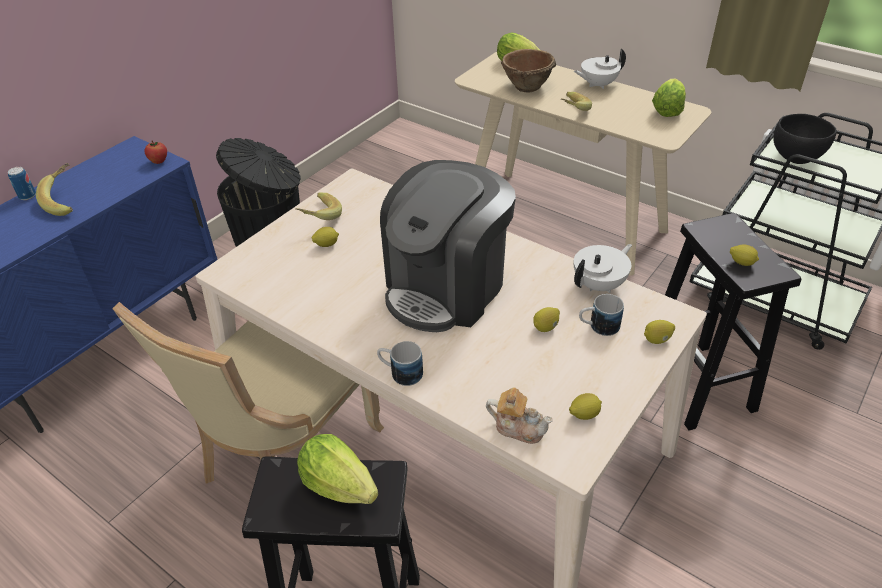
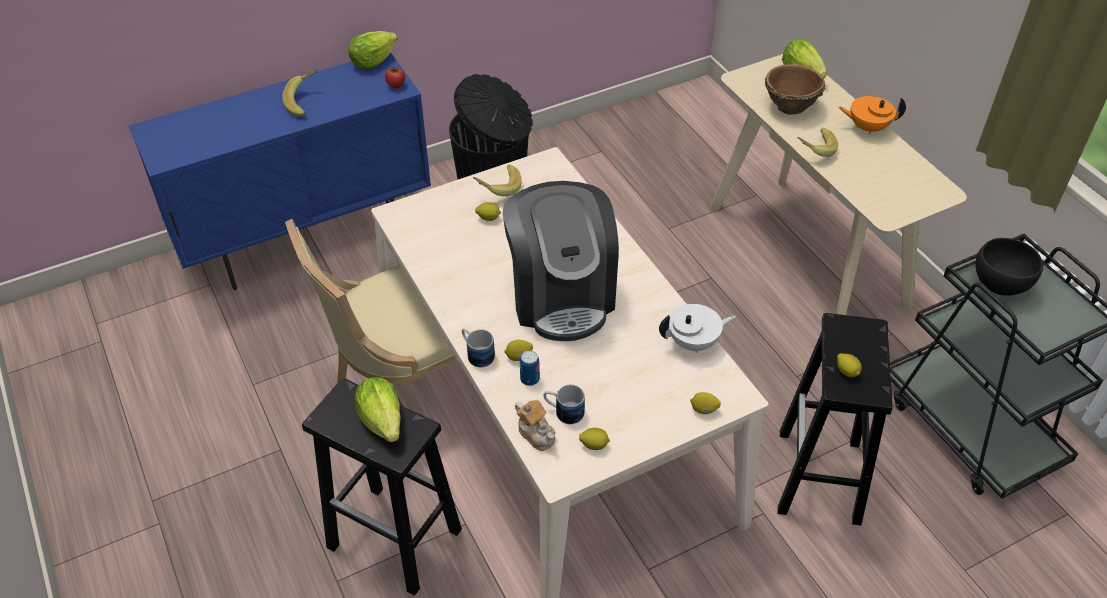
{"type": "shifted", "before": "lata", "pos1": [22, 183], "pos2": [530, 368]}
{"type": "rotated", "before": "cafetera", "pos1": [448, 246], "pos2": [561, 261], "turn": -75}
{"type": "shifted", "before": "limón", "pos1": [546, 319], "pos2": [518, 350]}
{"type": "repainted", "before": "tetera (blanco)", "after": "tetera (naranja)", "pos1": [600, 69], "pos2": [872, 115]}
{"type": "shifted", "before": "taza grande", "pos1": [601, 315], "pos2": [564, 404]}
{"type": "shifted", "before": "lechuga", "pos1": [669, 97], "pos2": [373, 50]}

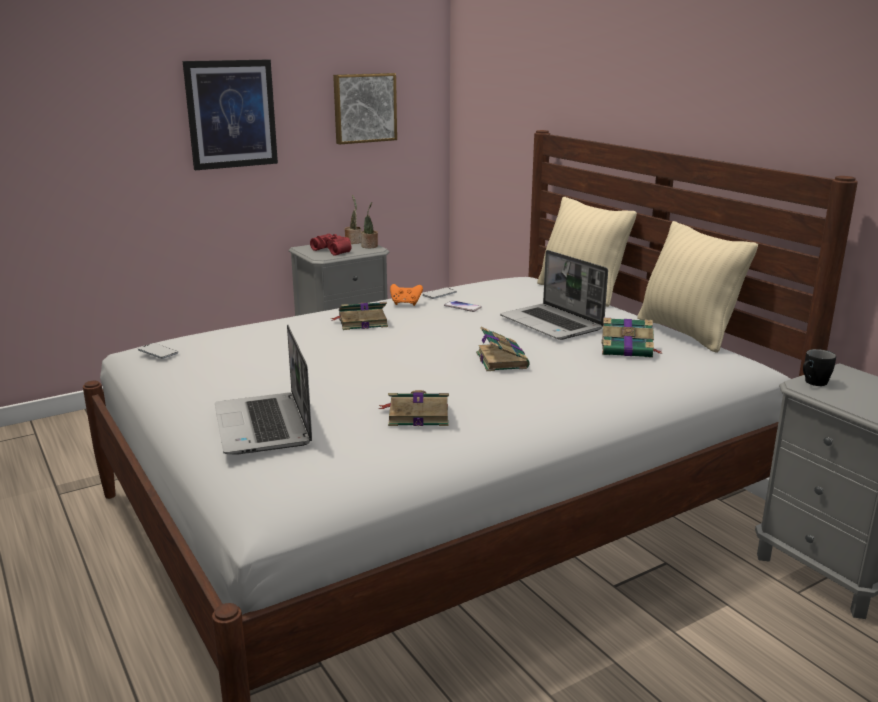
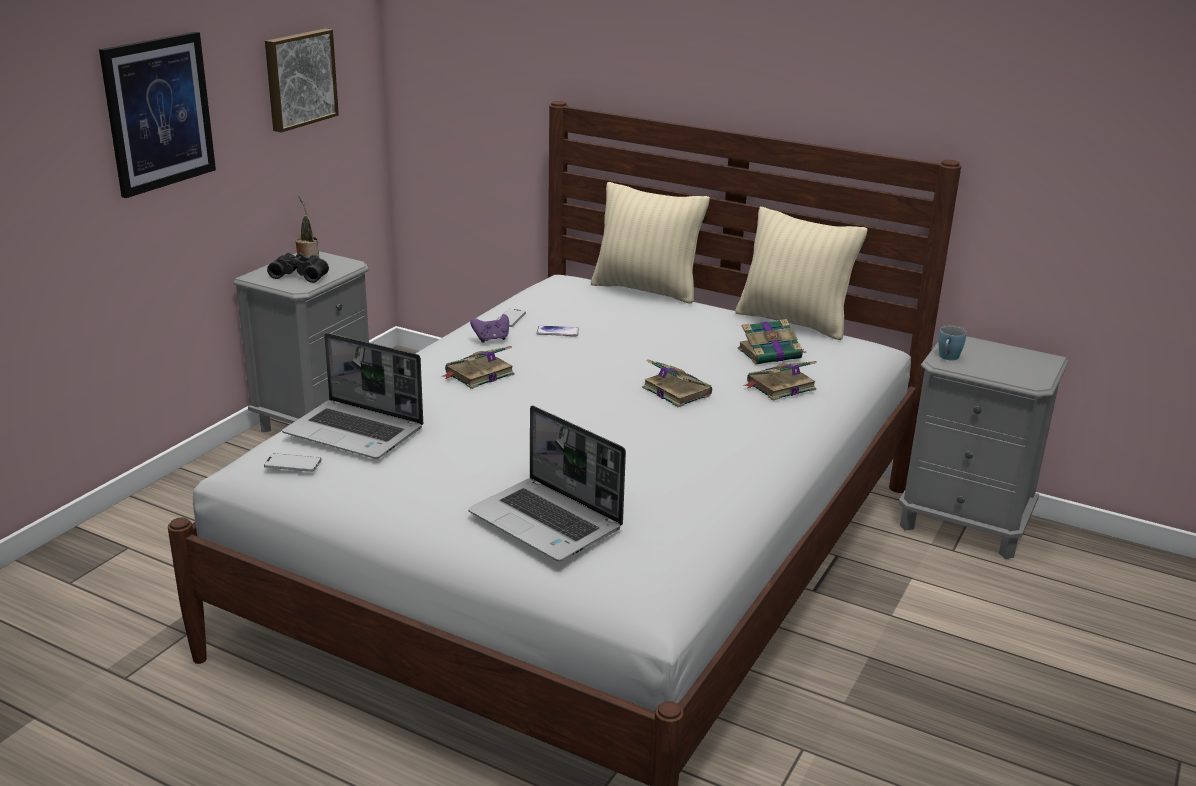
{"type": "repainted", "before": "prismáticos (rojo)", "after": "prismáticos (negro)", "pos1": [330, 244], "pos2": [298, 268]}
{"type": "gone", "before": "planta en maceta", "pos1": [369, 225]}
{"type": "shifted", "before": "libro", "pos1": [414, 408], "pos2": [780, 381]}
{"type": "repainted", "before": "mando de consola (naranja)", "after": "mando de consola (morado)", "pos1": [406, 295], "pos2": [489, 328]}
{"type": "shifted", "before": "portátil", "pos1": [554, 295], "pos2": [352, 396]}
{"type": "repainted", "before": "taza grande (negro)", "after": "taza grande (azul)", "pos1": [819, 367], "pos2": [952, 343]}

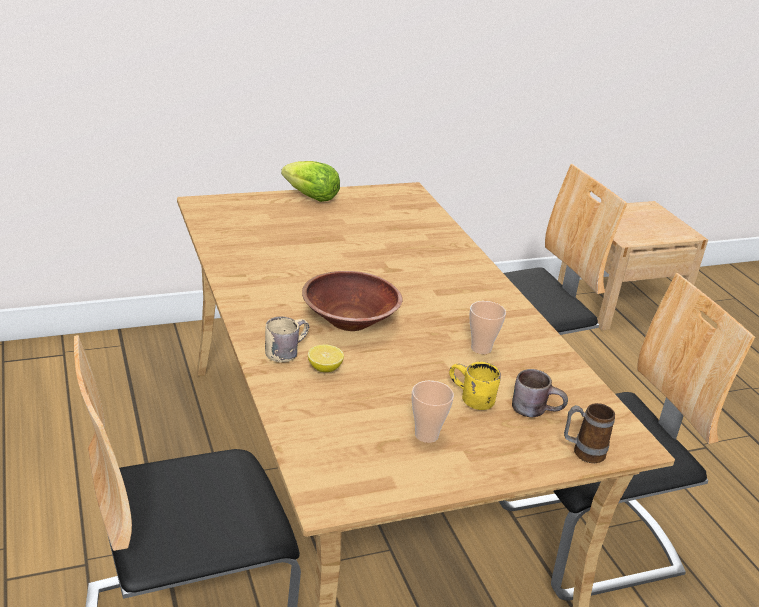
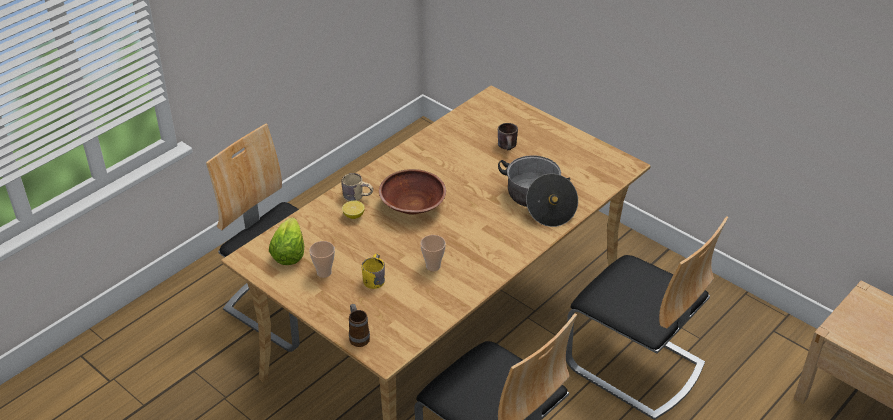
{"type": "shifted", "before": "lechuga", "pos1": [310, 181], "pos2": [286, 241]}
{"type": "shifted", "before": "taza grande (marrón)", "pos1": [540, 393], "pos2": [508, 136]}
{"type": "new", "after": "olla", "pos2": [538, 191]}

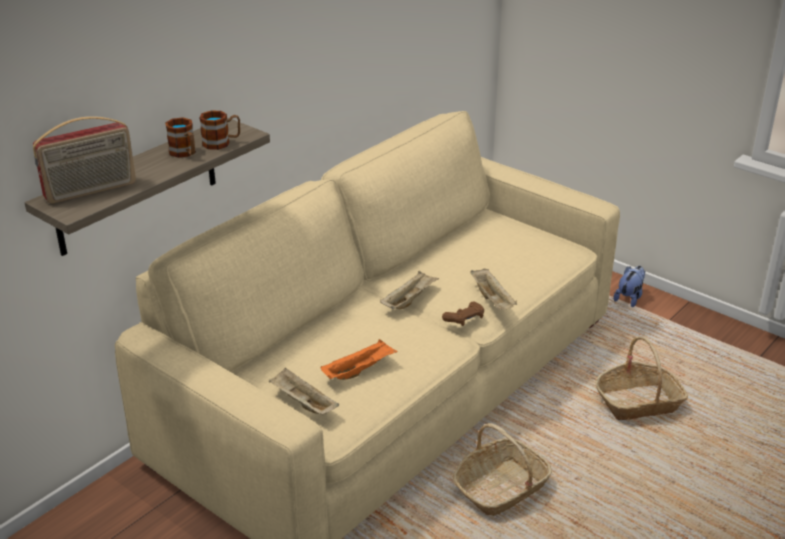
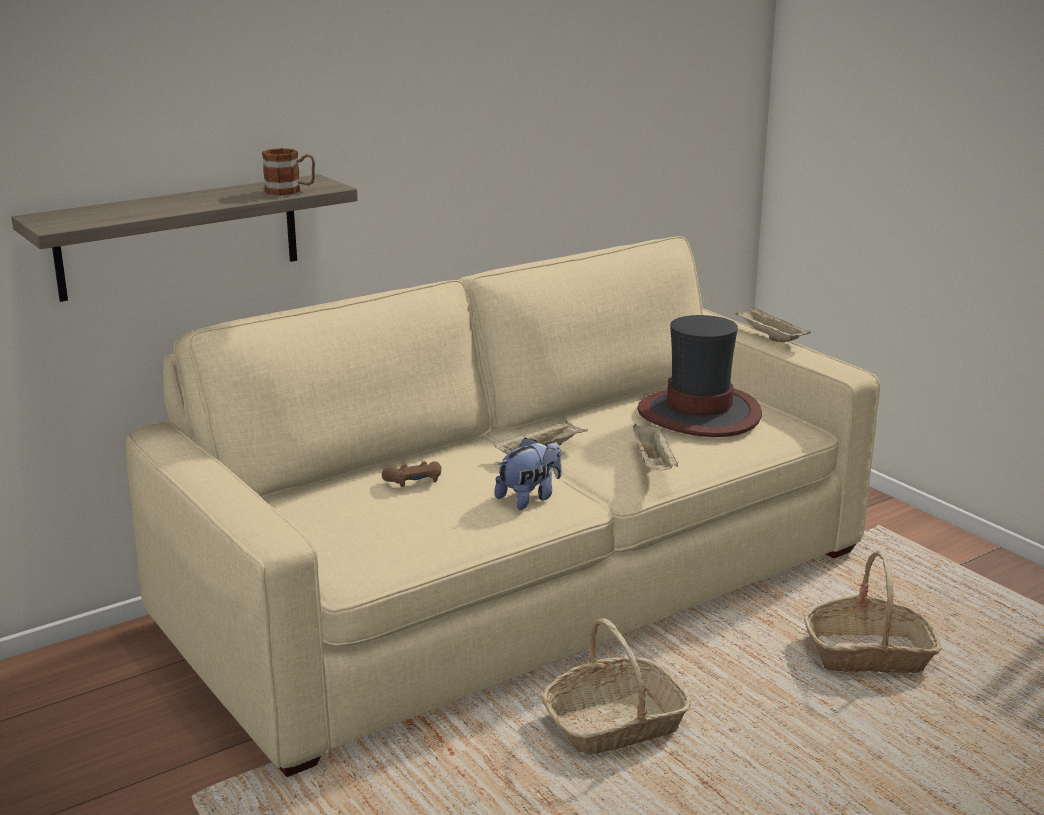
{"type": "gone", "before": "radio", "pos1": [84, 160]}
{"type": "gone", "before": "taza grande", "pos1": [180, 137]}
{"type": "shifted", "before": "bandeja (beis)", "pos1": [304, 390], "pos2": [773, 324]}
{"type": "gone", "before": "bandeja (naranja)", "pos1": [359, 359]}
{"type": "shifted", "before": "mando de consola (marrón)", "pos1": [463, 313], "pos2": [412, 474]}
{"type": "shifted", "before": "peluche", "pos1": [629, 286], "pos2": [528, 474]}
{"type": "new", "after": "sombrero", "pos2": [699, 376]}

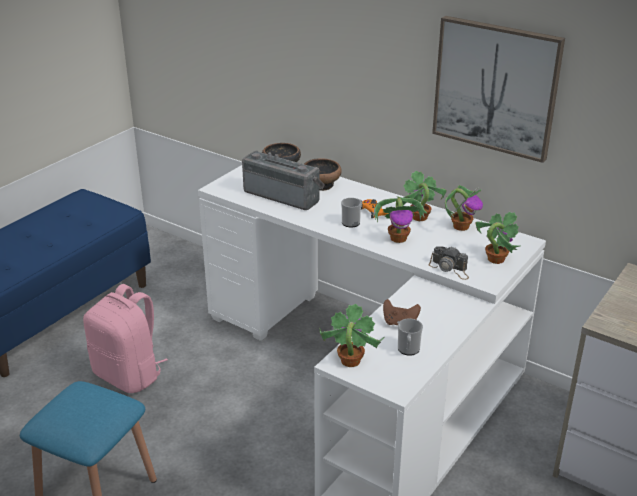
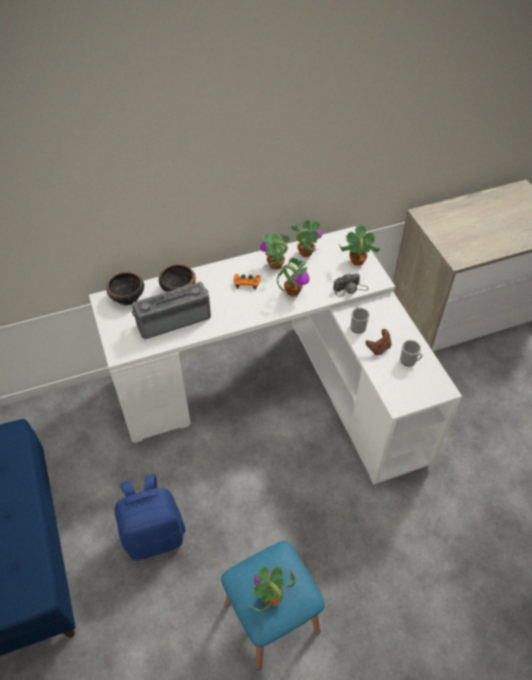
{"type": "repainted", "before": "mochila (rosa)", "after": "mochila (azul)", "pos1": [125, 338], "pos2": [150, 517]}
{"type": "shifted", "before": "planta en maceta", "pos1": [352, 335], "pos2": [273, 589]}
{"type": "shifted", "before": "taza grande", "pos1": [351, 213], "pos2": [359, 320]}
{"type": "gone", "before": "cuadro", "pos1": [498, 89]}

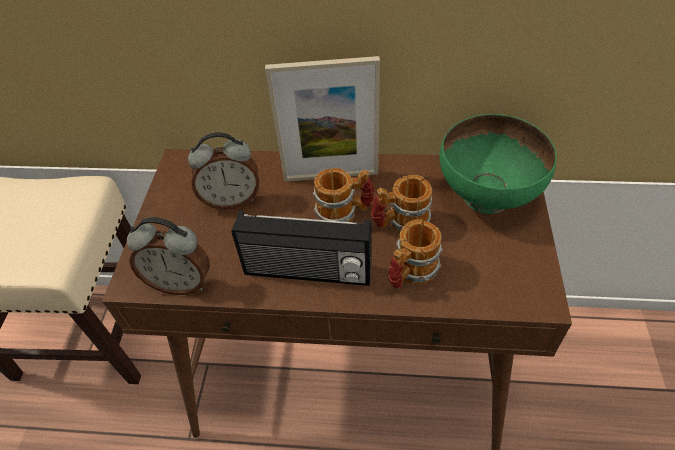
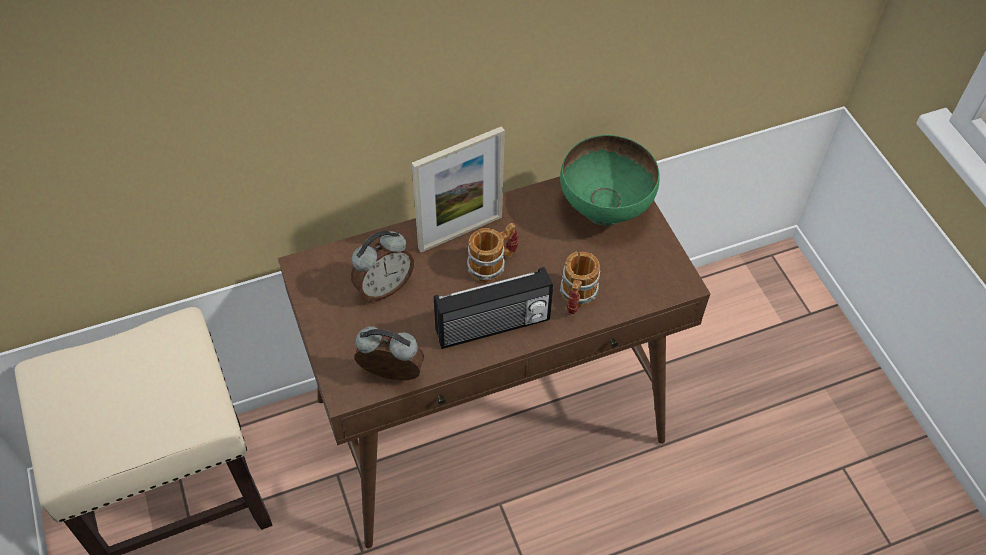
{"type": "rotated", "before": "despertador", "pos1": [168, 256], "pos2": [389, 353], "turn": -150}
{"type": "gone", "before": "taza grande", "pos1": [401, 204]}

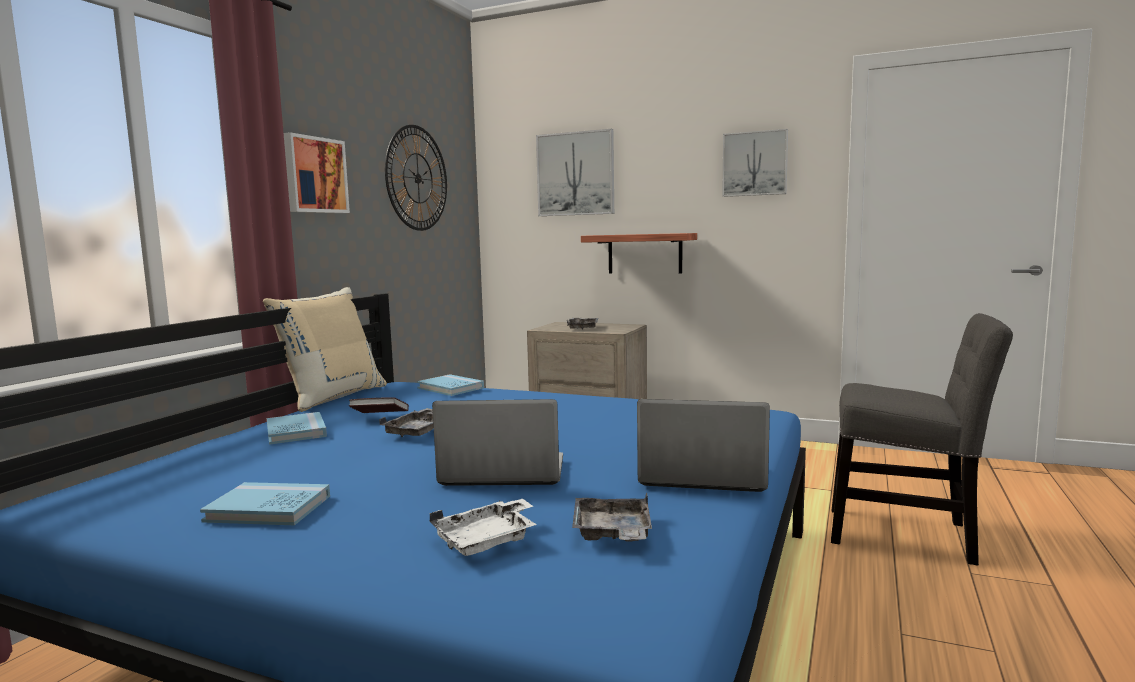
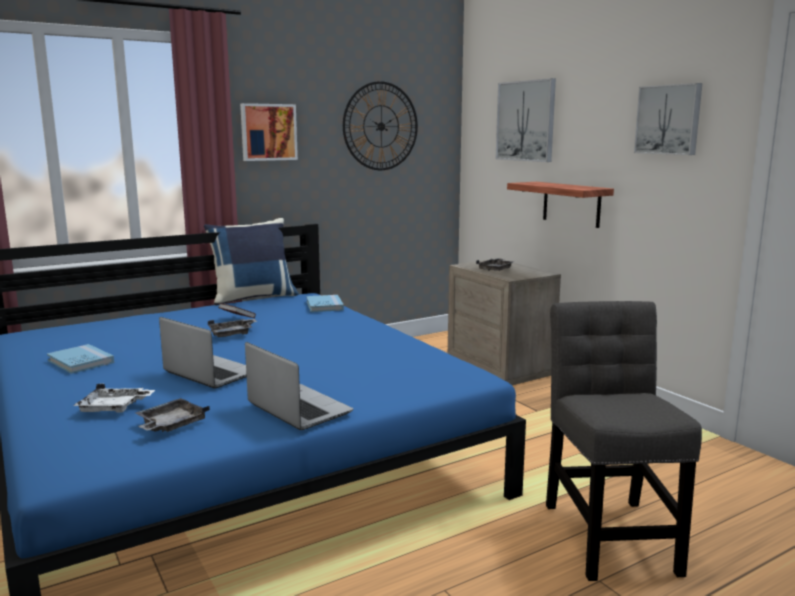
{"type": "repainted", "before": "cojín (beis)", "after": "cojín (azul)", "pos1": [325, 349], "pos2": [251, 262]}
{"type": "gone", "before": "libro (azul)", "pos1": [297, 428]}
{"type": "rotated", "before": "silla (gris)", "pos1": [922, 439], "pos2": [624, 441], "turn": -150}

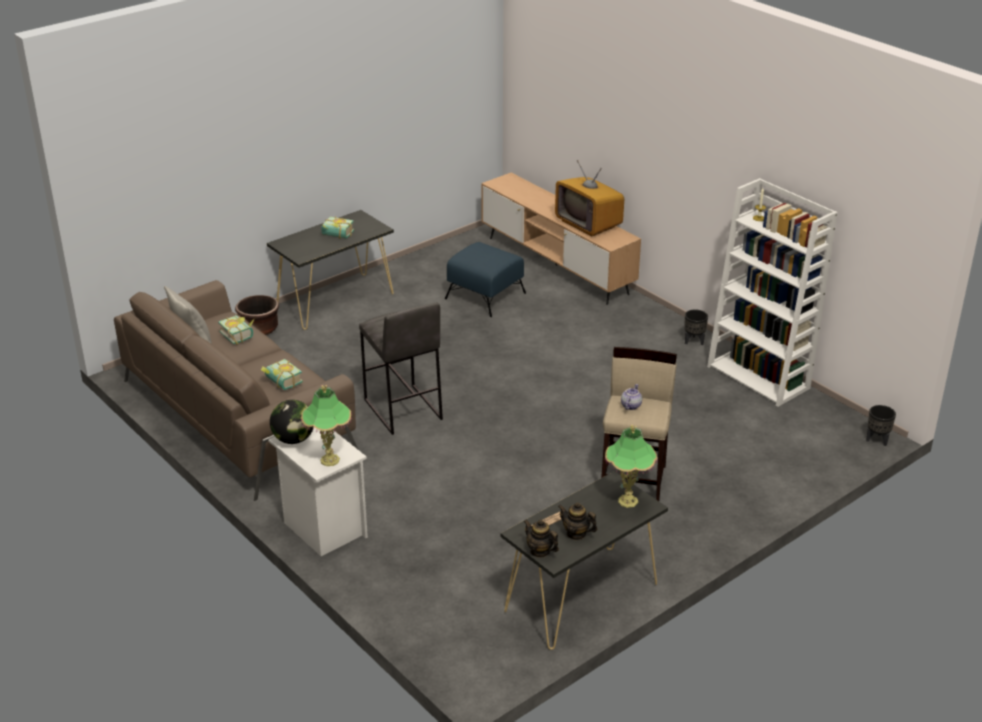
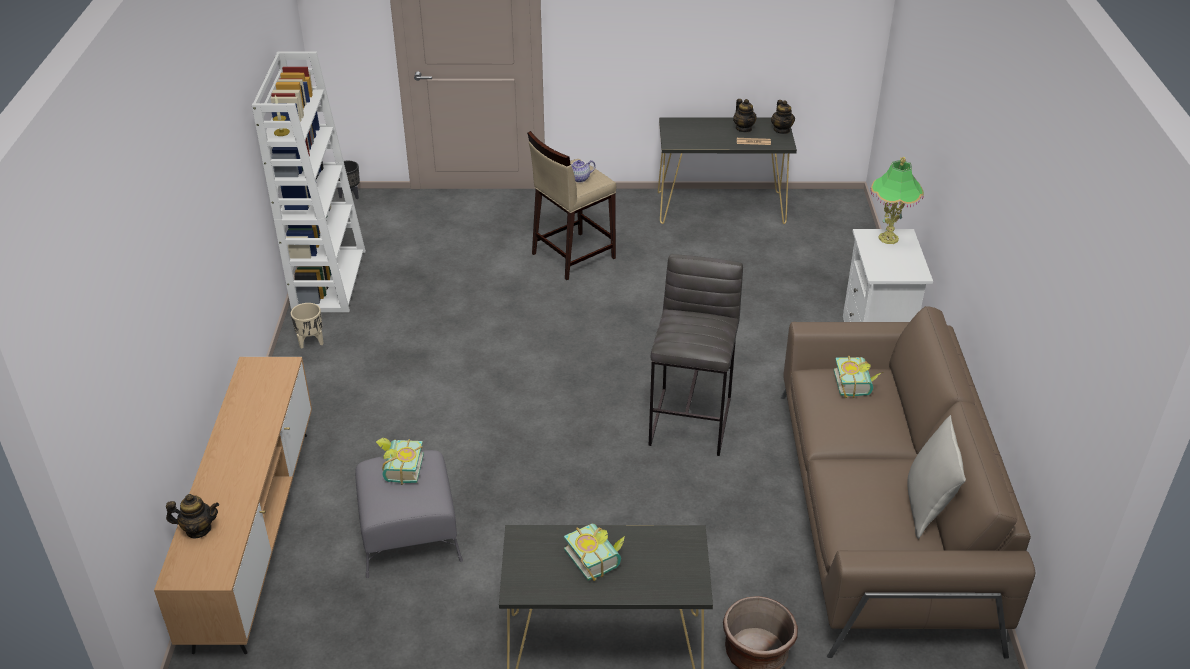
{"type": "shifted", "before": "libro", "pos1": [236, 330], "pos2": [400, 461]}
{"type": "gone", "before": "globo terráqueo", "pos1": [291, 422]}
{"type": "repainted", "before": "puf (azul)", "after": "puf (gris)", "pos1": [485, 279], "pos2": [409, 514]}
{"type": "gone", "before": "televisor", "pos1": [589, 198]}
{"type": "gone", "before": "lámpara de mesa", "pos1": [631, 466]}
{"type": "repainted", "before": "maceta (negro)", "after": "maceta (beis)", "pos1": [696, 327], "pos2": [307, 326]}
{"type": "new", "after": "tetera", "pos2": [192, 516]}

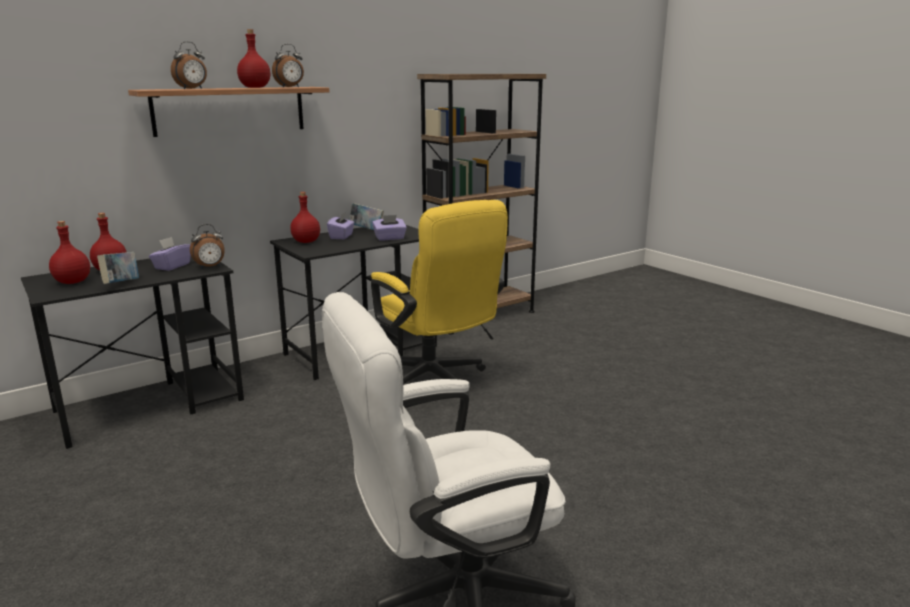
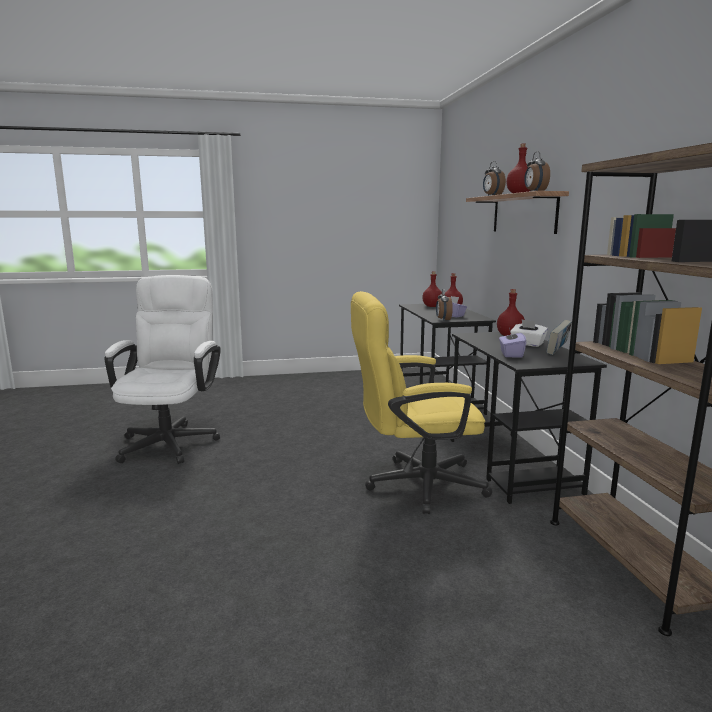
{"type": "gone", "before": "libro", "pos1": [118, 268]}
{"type": "repainted", "before": "caja de pañuelos (morado)", "after": "caja de pañuelos (blanco)", "pos1": [341, 225], "pos2": [529, 333]}

